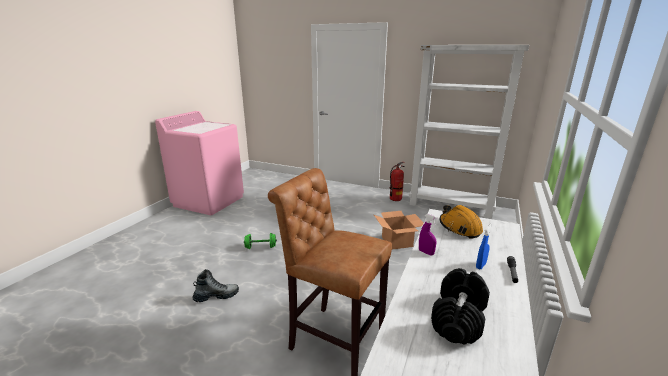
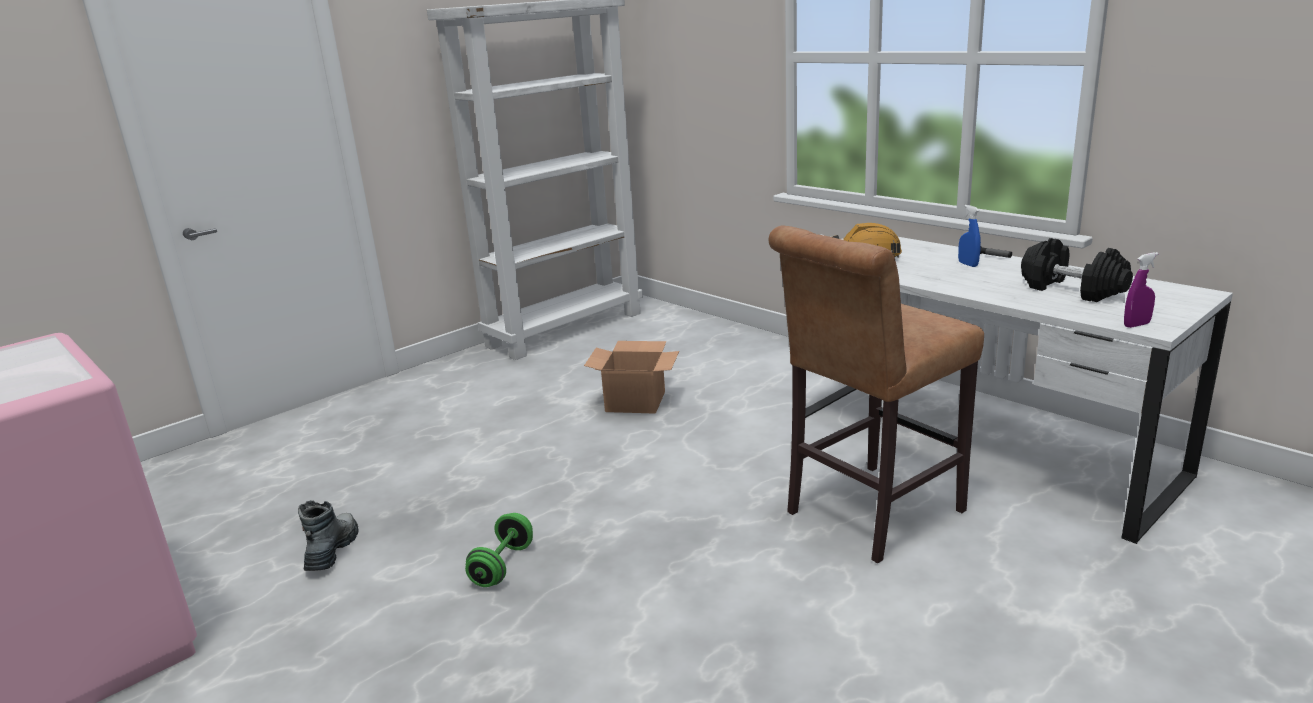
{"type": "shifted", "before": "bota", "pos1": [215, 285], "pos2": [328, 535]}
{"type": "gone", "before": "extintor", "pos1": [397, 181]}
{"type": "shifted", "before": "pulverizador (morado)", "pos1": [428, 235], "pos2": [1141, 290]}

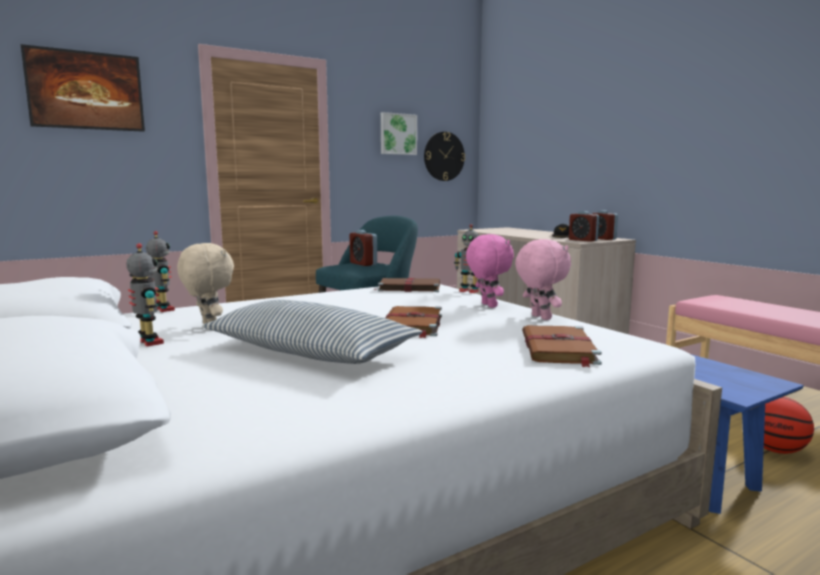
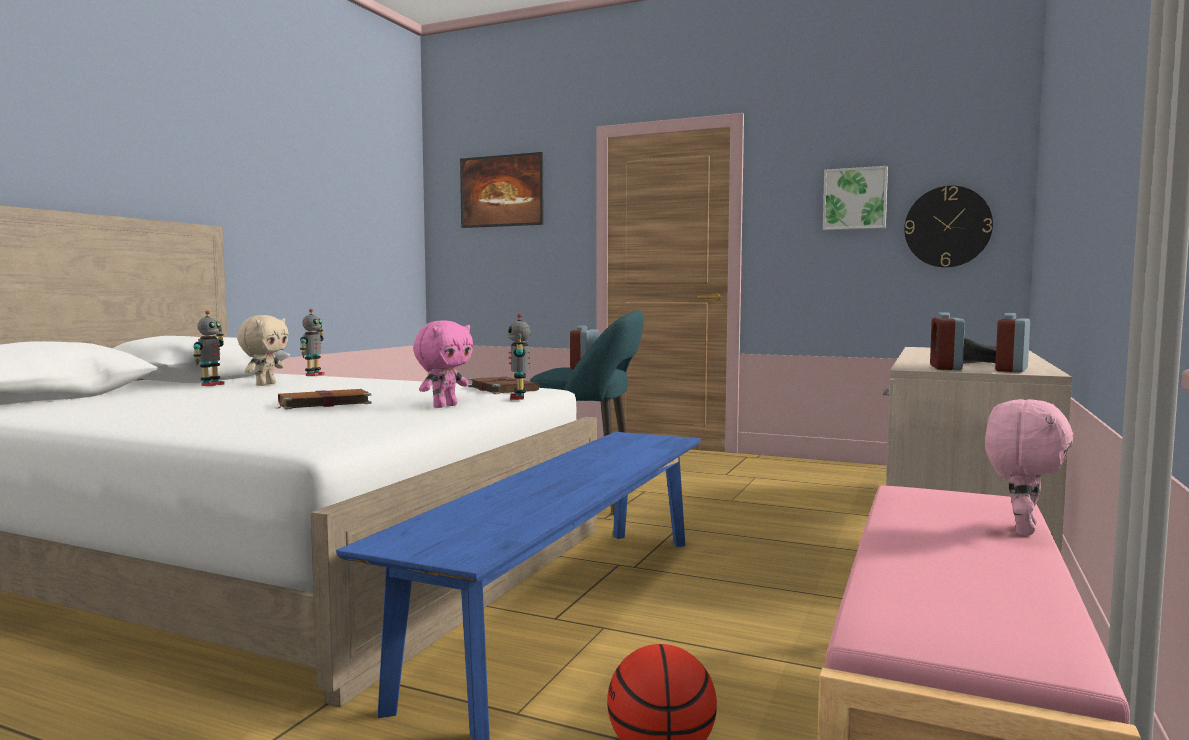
{"type": "gone", "before": "cojín", "pos1": [312, 332]}
{"type": "shifted", "before": "peluche (rosa)", "pos1": [543, 279], "pos2": [1029, 467]}
{"type": "gone", "before": "libro (marrón)", "pos1": [562, 346]}

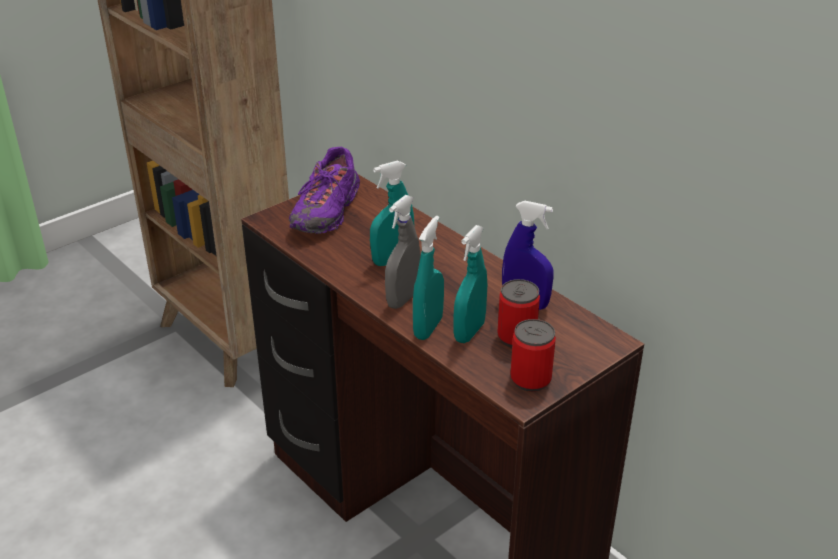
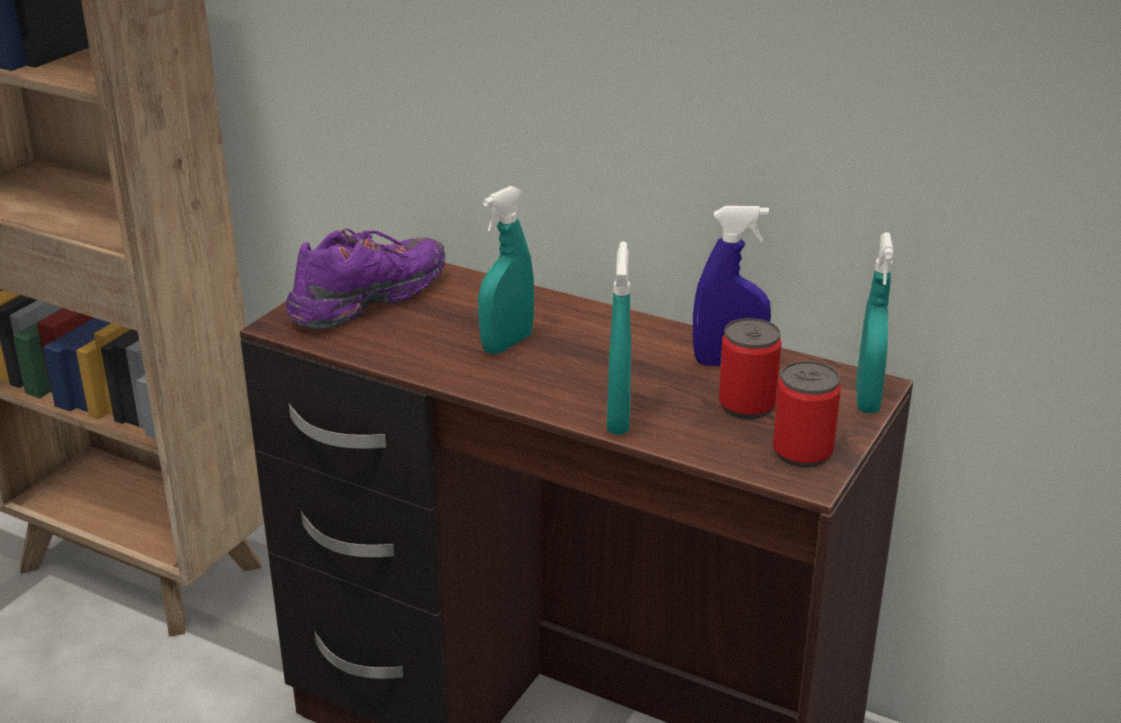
{"type": "rotated", "before": "zapato (morado)", "pos1": [324, 190], "pos2": [366, 279], "turn": -135}
{"type": "gone", "before": "pulverizador (gris)", "pos1": [402, 252]}
{"type": "shifted", "before": "pulverizador (turquesa)", "pos1": [470, 284], "pos2": [875, 322]}

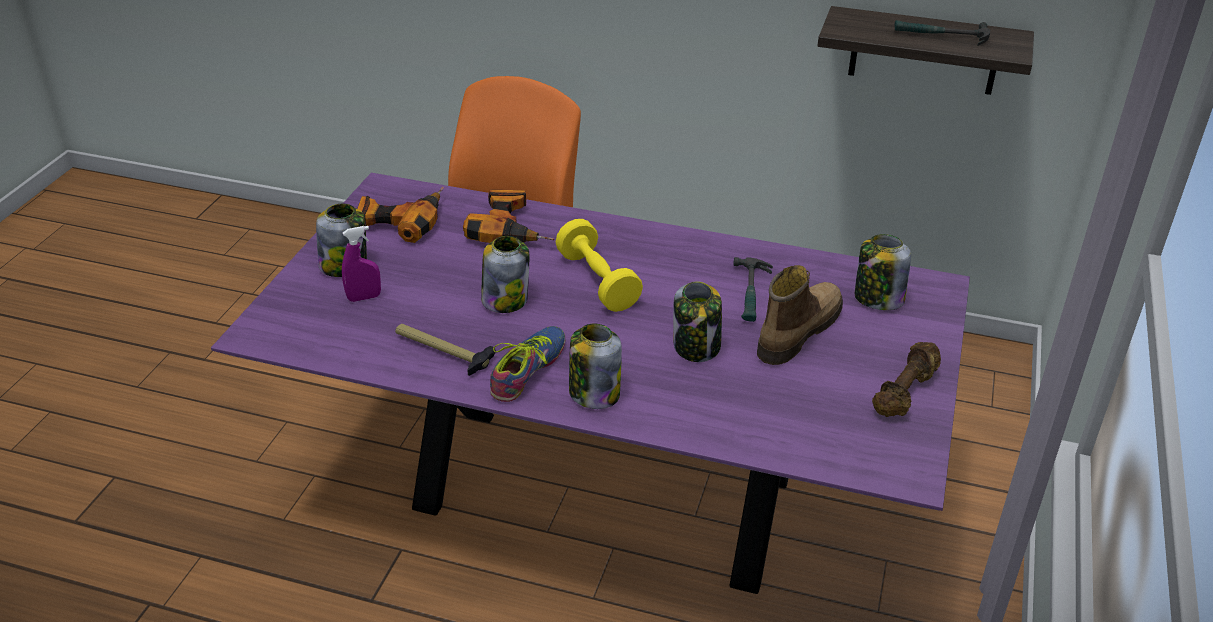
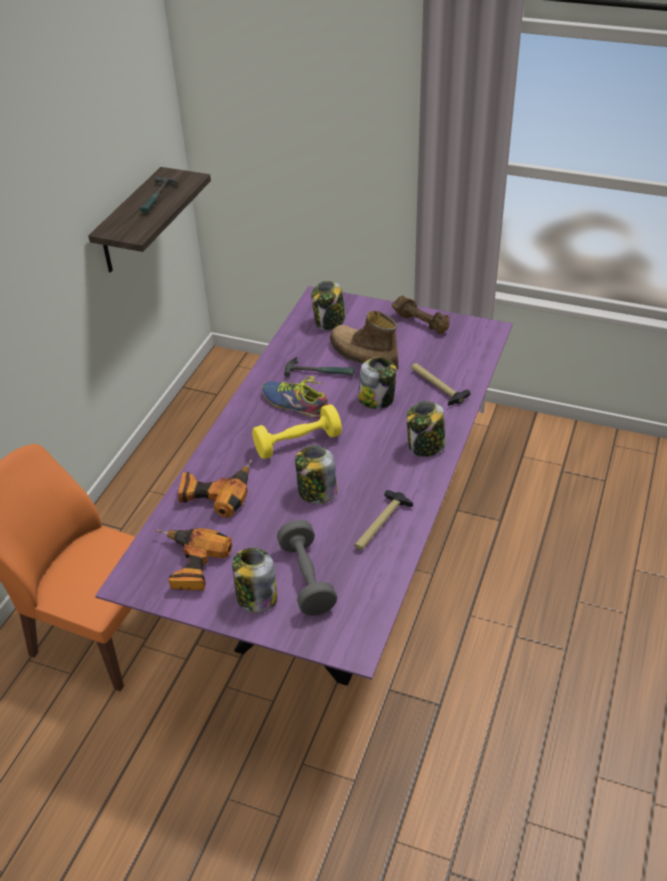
{"type": "swapped", "before": "pulverizador (morado)", "after": "mancuerna (gris)", "pos1": [361, 264], "pos2": [307, 568]}
{"type": "shifted", "before": "zapato", "pos1": [527, 364], "pos2": [295, 397]}
{"type": "new", "after": "martillo", "pos2": [440, 384]}

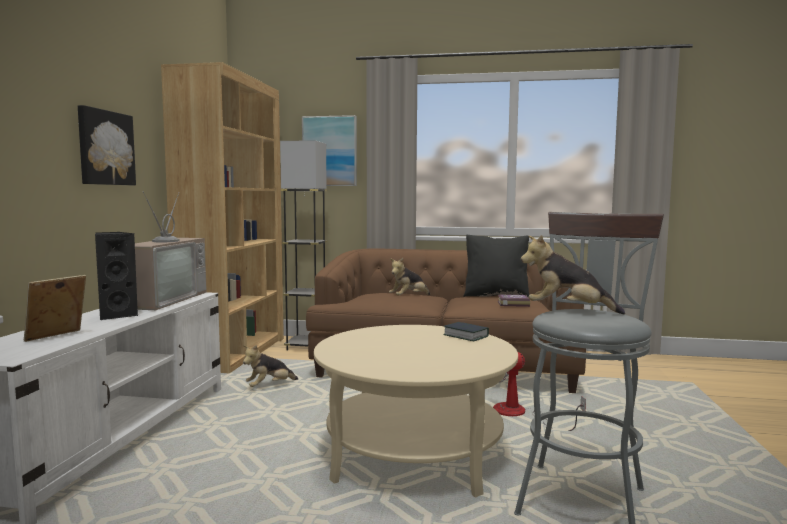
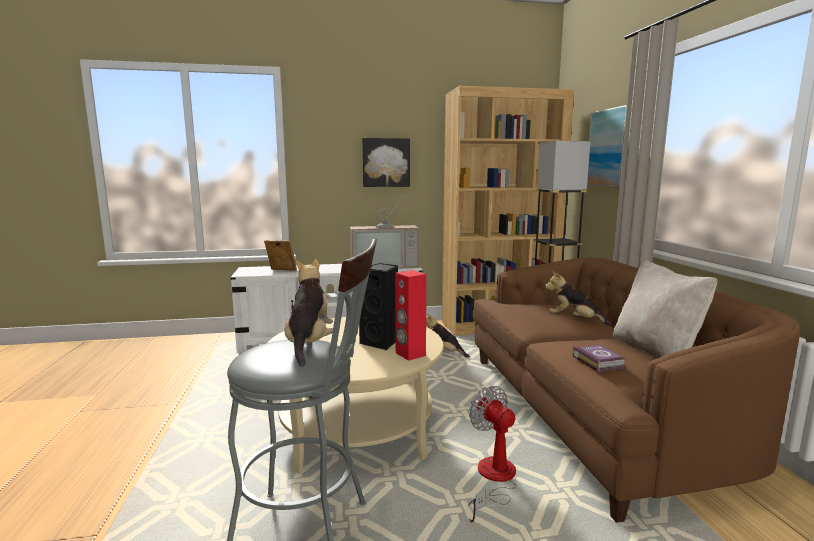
{"type": "shifted", "before": "altavoz (negro)", "pos1": [116, 276], "pos2": [378, 306]}
{"type": "swapped", "before": "libro", "after": "altavoz (rojo)", "pos1": [466, 331], "pos2": [410, 315]}
{"type": "repainted", "before": "cojín (negro)", "after": "cojín (beis)", "pos1": [496, 266], "pos2": [665, 309]}

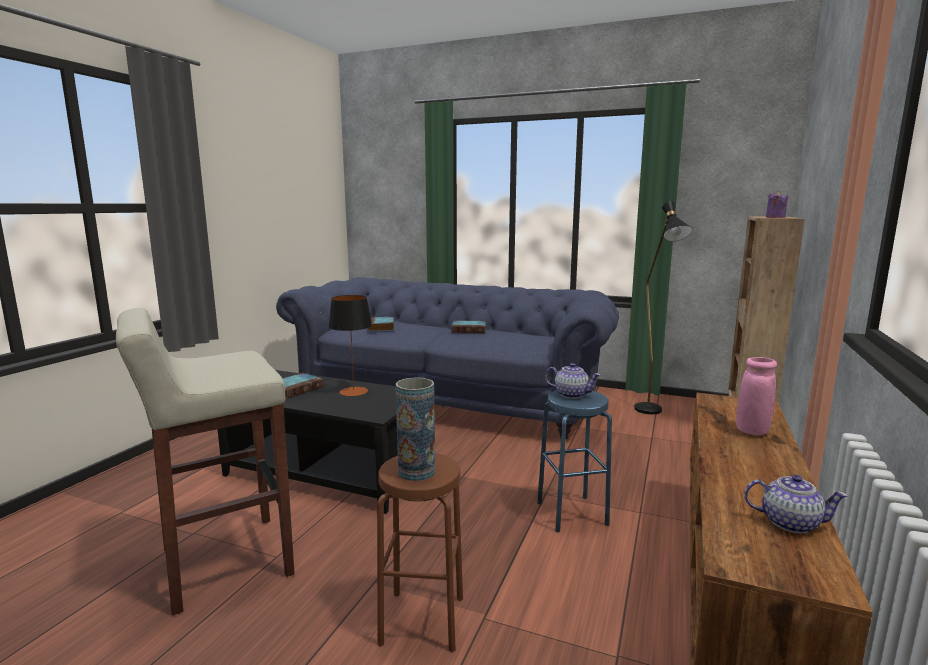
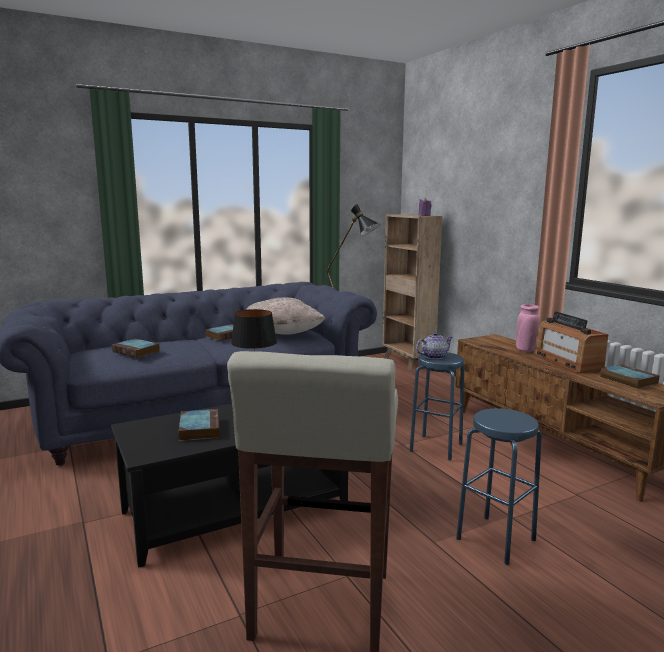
{"type": "repainted", "before": "taburete (marrón)", "after": "taburete (azul)", "pos1": [420, 553], "pos2": [499, 486]}
{"type": "gone", "before": "florero", "pos1": [415, 429]}
{"type": "swapped", "before": "tetera", "after": "libro", "pos1": [796, 504], "pos2": [629, 376]}
{"type": "new", "after": "cojín (beis)", "pos2": [285, 316]}
{"type": "new", "after": "radio", "pos2": [571, 342]}

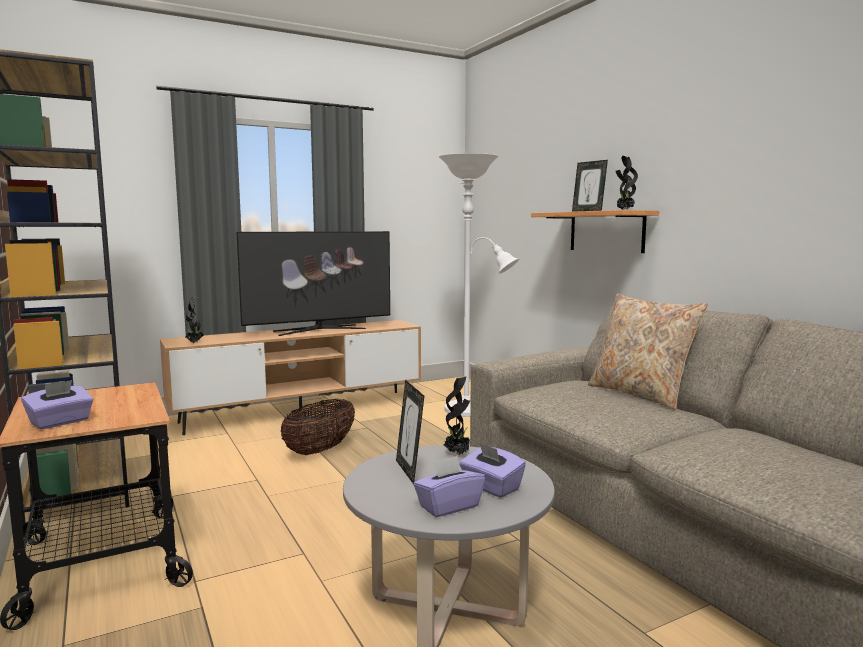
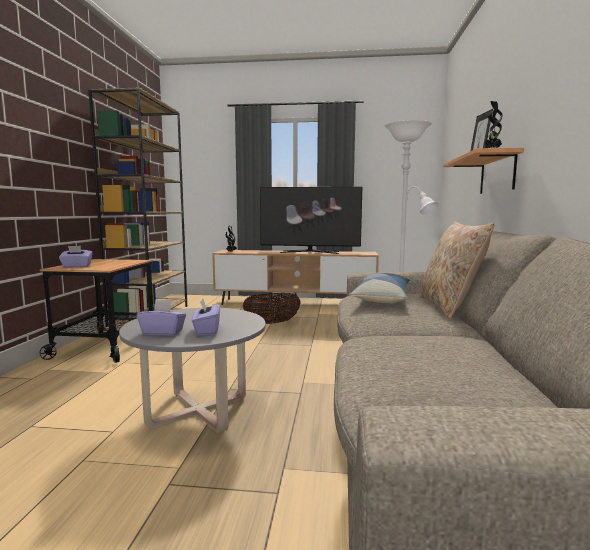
{"type": "gone", "before": "portarretratos", "pos1": [410, 432]}
{"type": "gone", "before": "planta en maceta", "pos1": [458, 416]}
{"type": "new", "after": "cojín", "pos2": [380, 288]}

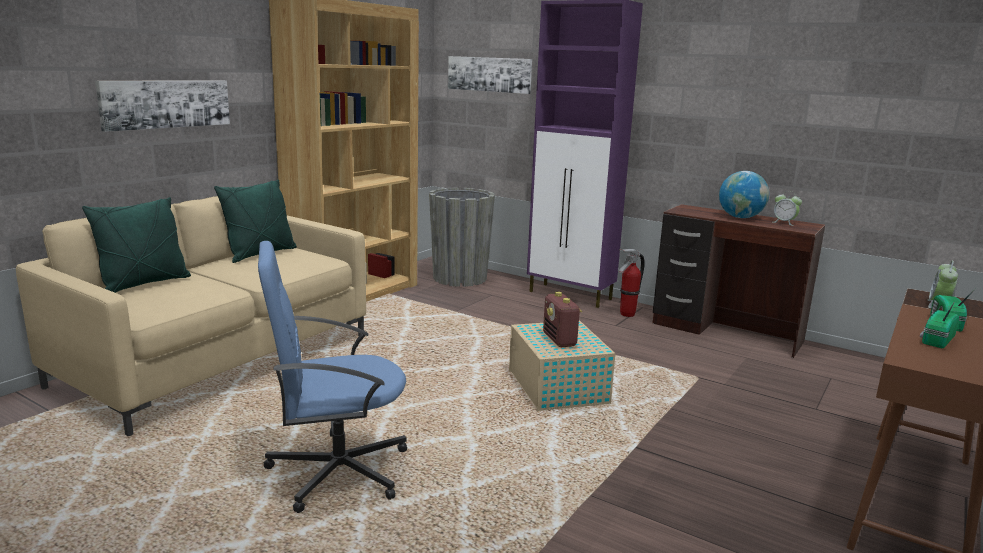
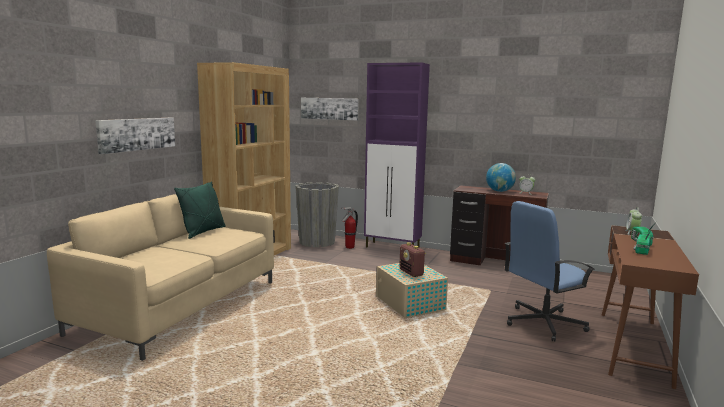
{"type": "gone", "before": "cojín (verde)", "pos1": [136, 245]}
{"type": "shifted", "before": "silla de oficina (azul)", "pos1": [332, 377], "pos2": [550, 271]}
{"type": "shifted", "before": "extintor", "pos1": [631, 283], "pos2": [349, 228]}

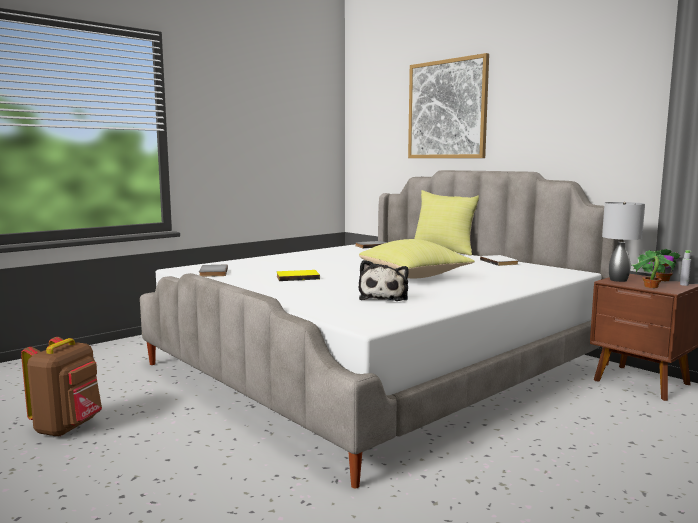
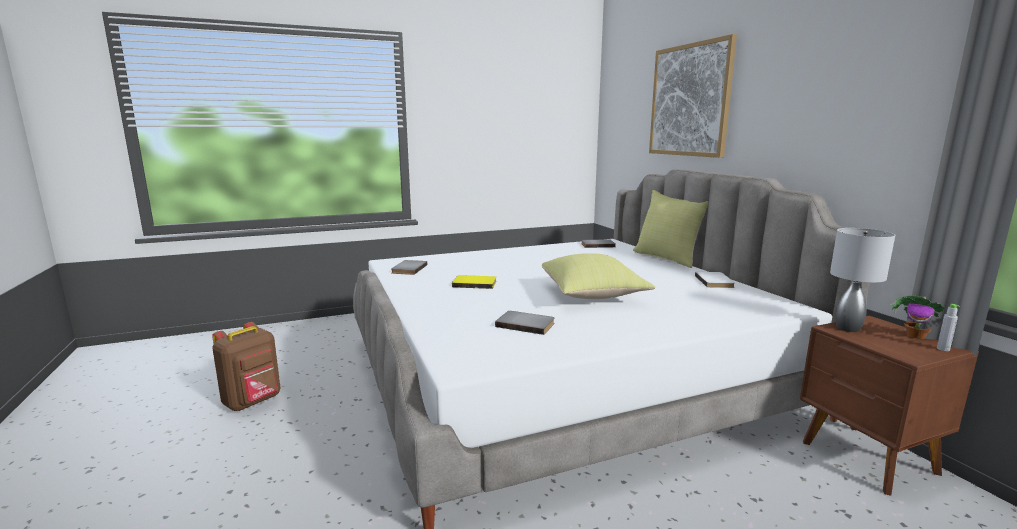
{"type": "swapped", "before": "peluche", "after": "libro (gris)", "pos1": [384, 280], "pos2": [525, 323]}
{"type": "gone", "before": "planta en maceta", "pos1": [653, 269]}

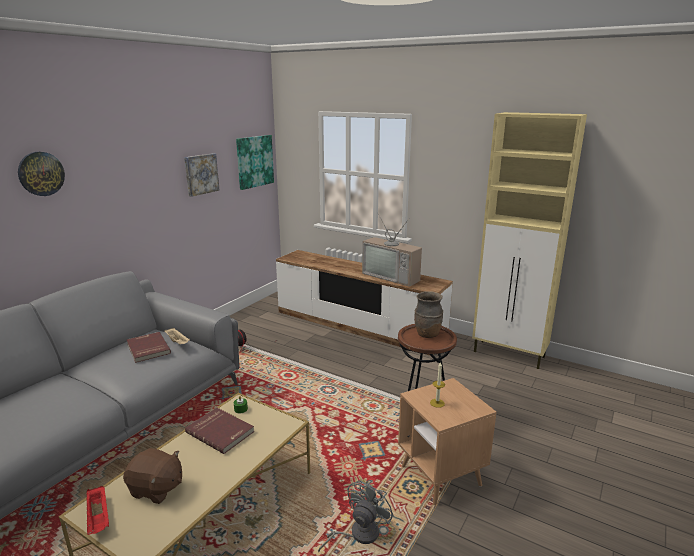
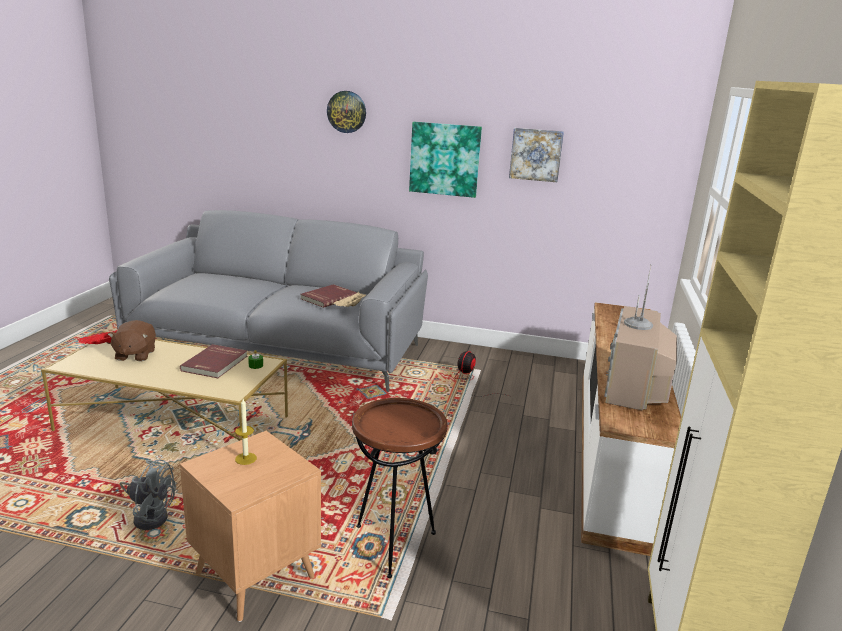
{"type": "shifted", "before": "cuadro", "pos1": [255, 162], "pos2": [445, 160]}
{"type": "gone", "before": "florero (marrón)", "pos1": [428, 314]}

